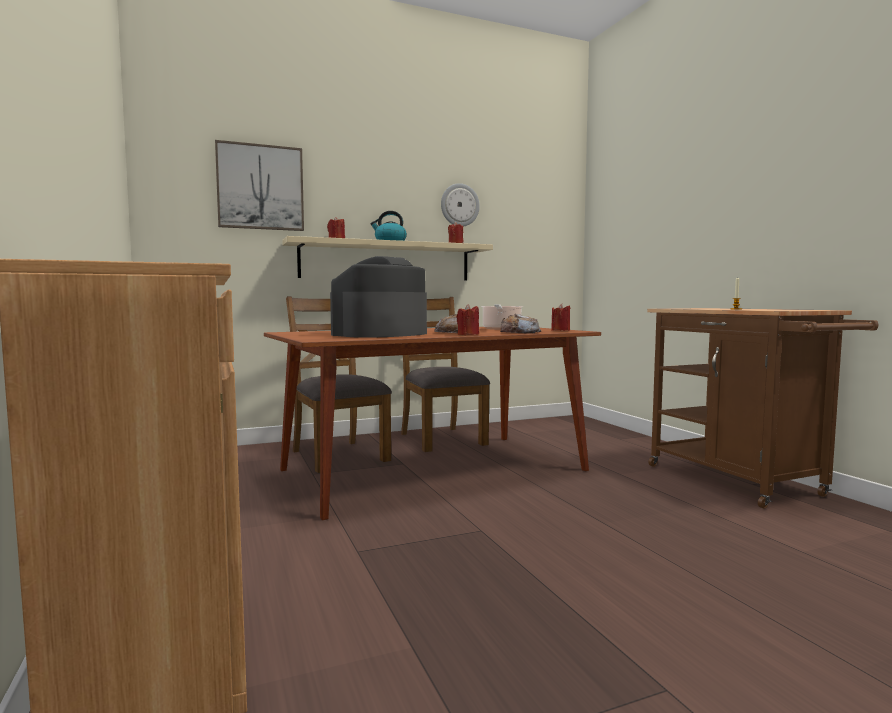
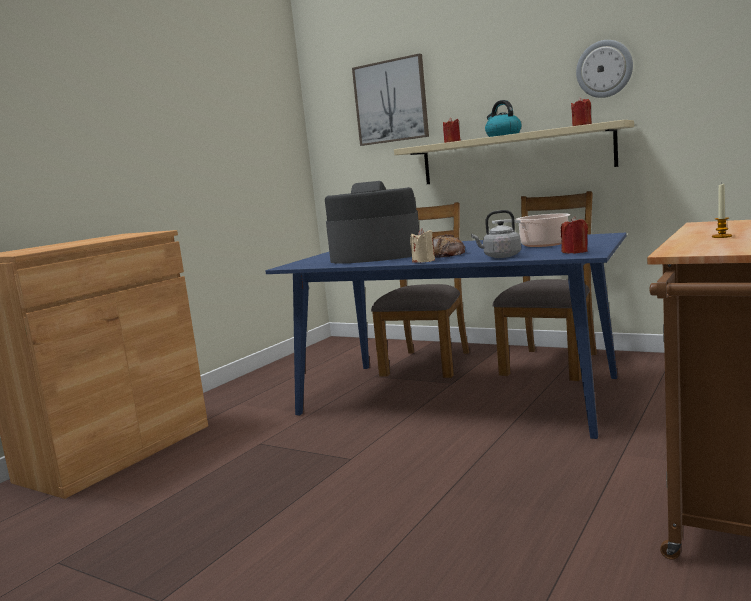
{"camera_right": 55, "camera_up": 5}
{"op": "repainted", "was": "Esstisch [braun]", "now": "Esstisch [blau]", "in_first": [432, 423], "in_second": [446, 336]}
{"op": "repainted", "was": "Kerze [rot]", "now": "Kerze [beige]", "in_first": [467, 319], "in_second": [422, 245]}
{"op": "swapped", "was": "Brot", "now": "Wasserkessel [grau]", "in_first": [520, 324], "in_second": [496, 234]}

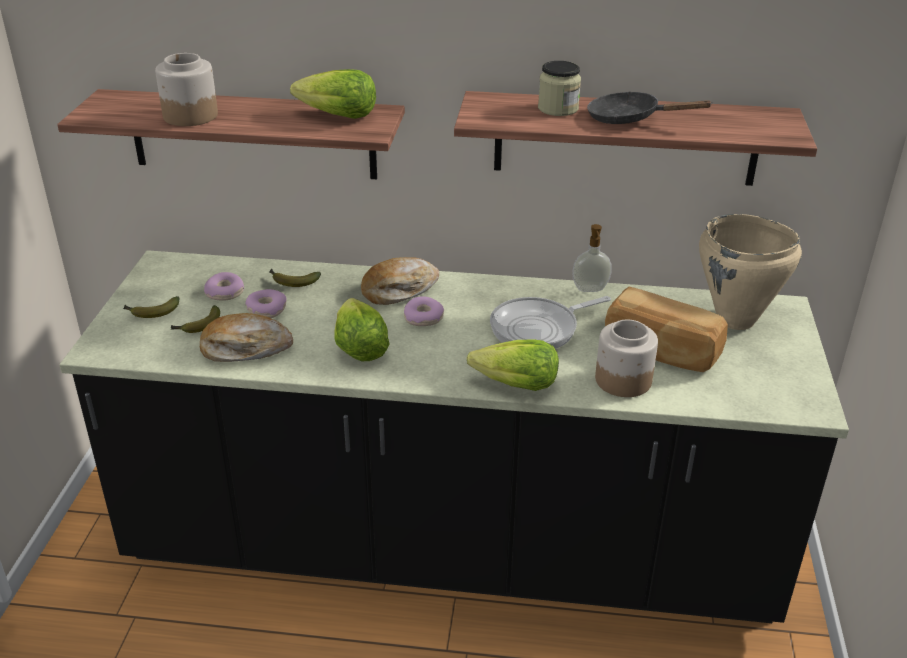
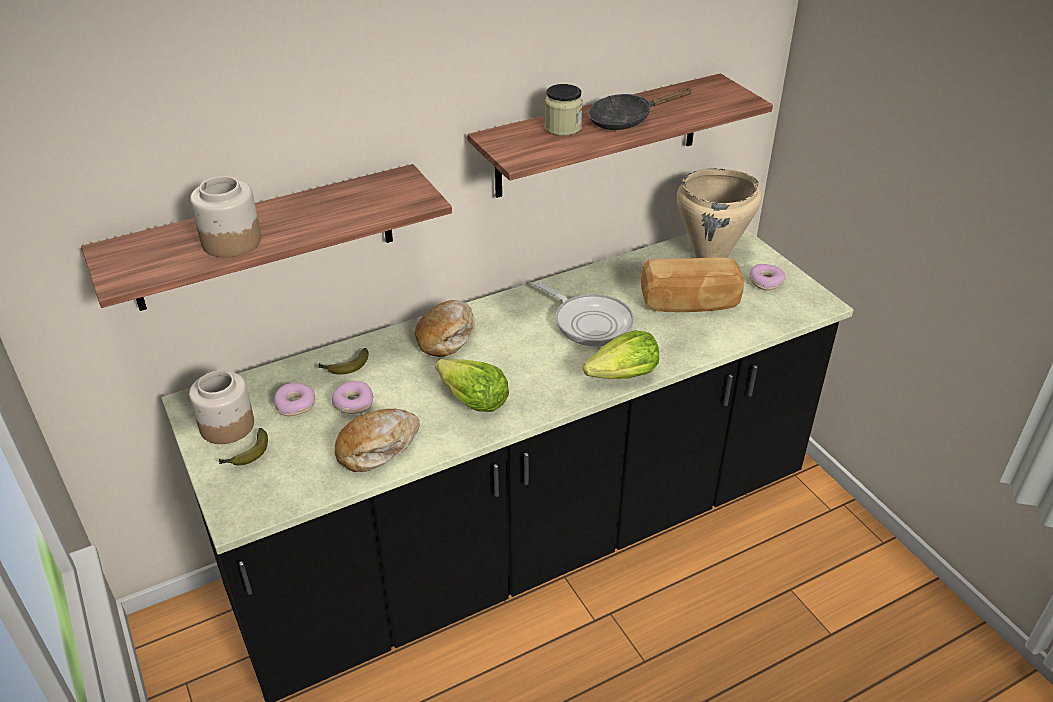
{"camera_right": -35, "camera_up": 5}
{"op": "shifted", "was": "Vorratsglas", "in_first": [626, 358], "in_second": [221, 407]}
{"op": "rotated", "was": "Pfanne", "in_first": [550, 322], "in_second": [584, 314], "clockwise": -75}
{"op": "shifted", "was": "Donut", "in_first": [424, 311], "in_second": [767, 277]}
{"op": "gone", "was": "Banane", "in_first": [195, 319]}
{"op": "gone", "was": "Salatkopf", "in_first": [333, 94]}
{"op": "gone", "was": "Seifenspender", "in_first": [592, 258]}

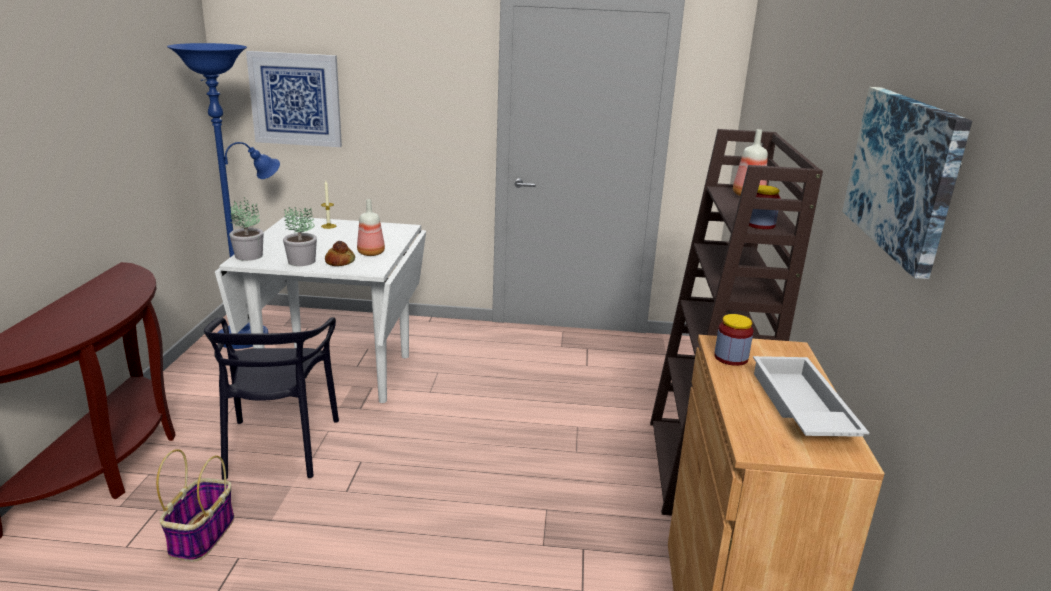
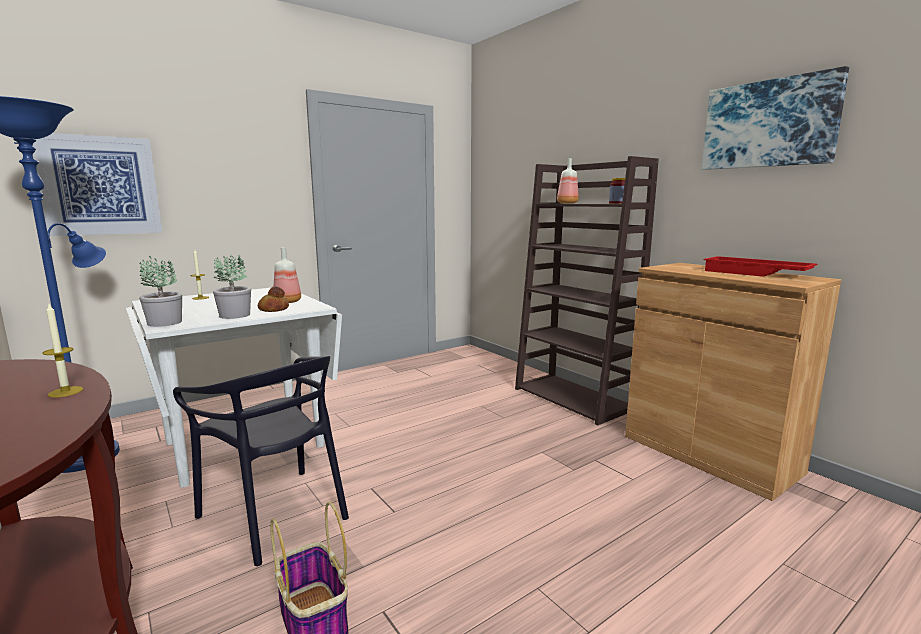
{"camera_right": -40, "camera_up": -10}
{"op": "new", "now": "Kerze", "in_second": [62, 350]}
{"op": "repainted", "was": "Tablett [weiß]", "now": "Tablett [rot]", "in_first": [811, 396], "in_second": [760, 266]}
{"op": "gone", "was": "Vorratsglas", "in_first": [734, 340]}

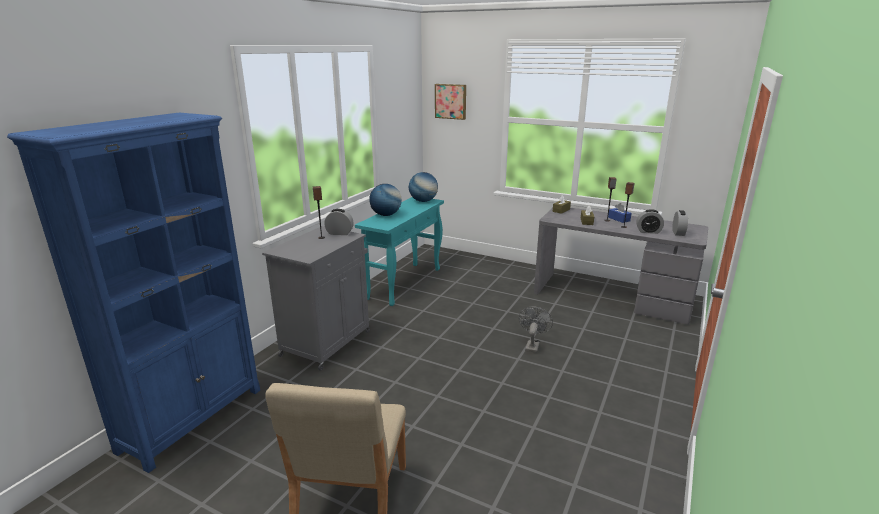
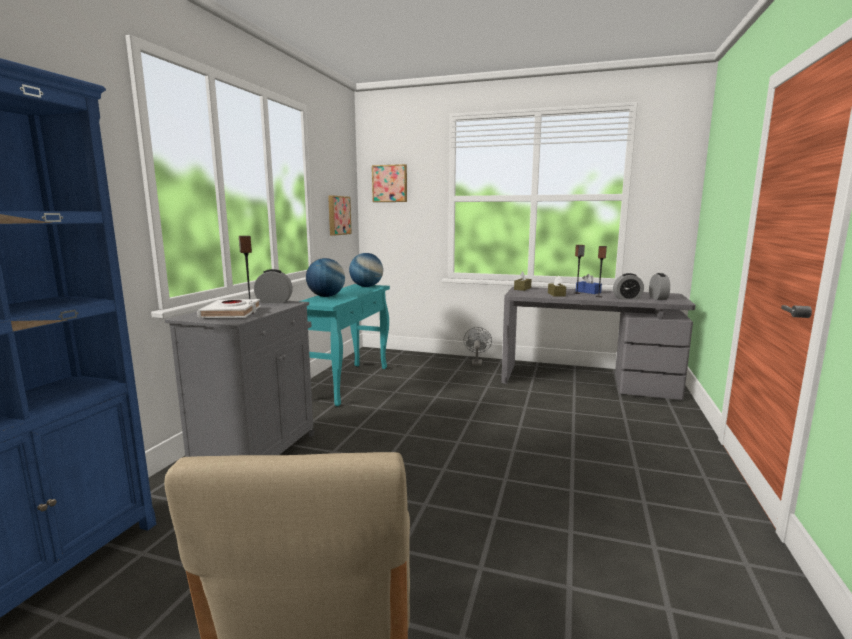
{"camera_right": -10, "camera_up": -10}
{"op": "new", "now": "Buch [weiß]", "in_second": [228, 308]}
{"op": "new", "now": "Bild", "in_second": [340, 215]}
{"op": "shifted", "was": "Ventilator [grau]", "in_first": [536, 329], "in_second": [478, 346]}

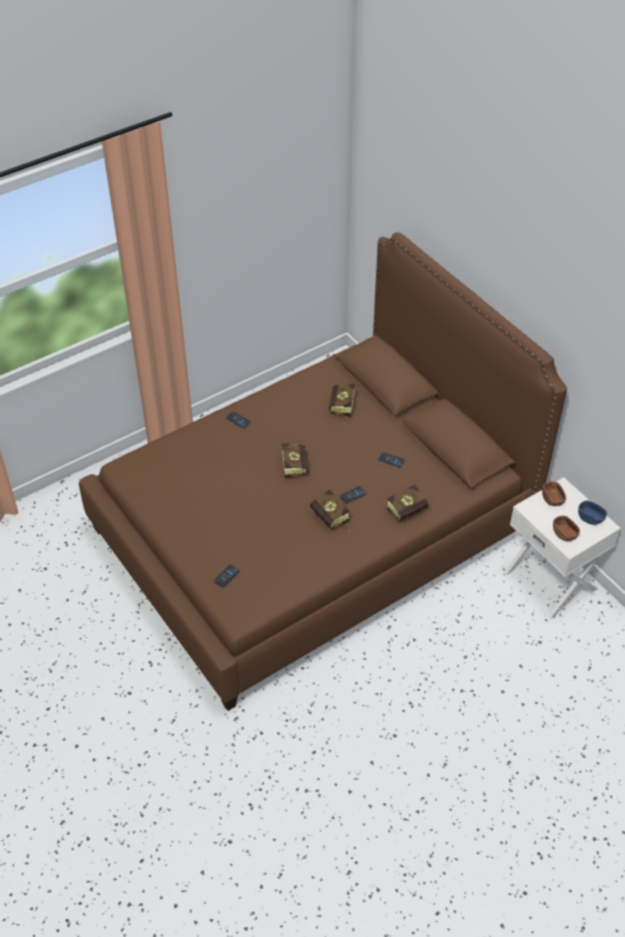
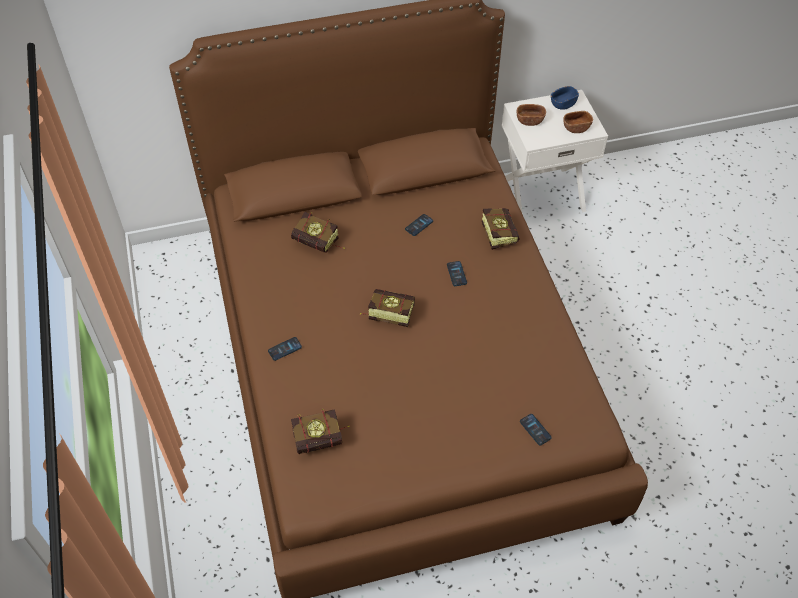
{"camera_right": -70, "camera_up": 5}
{"op": "shifted", "was": "Buch", "in_first": [330, 510], "in_second": [320, 431]}

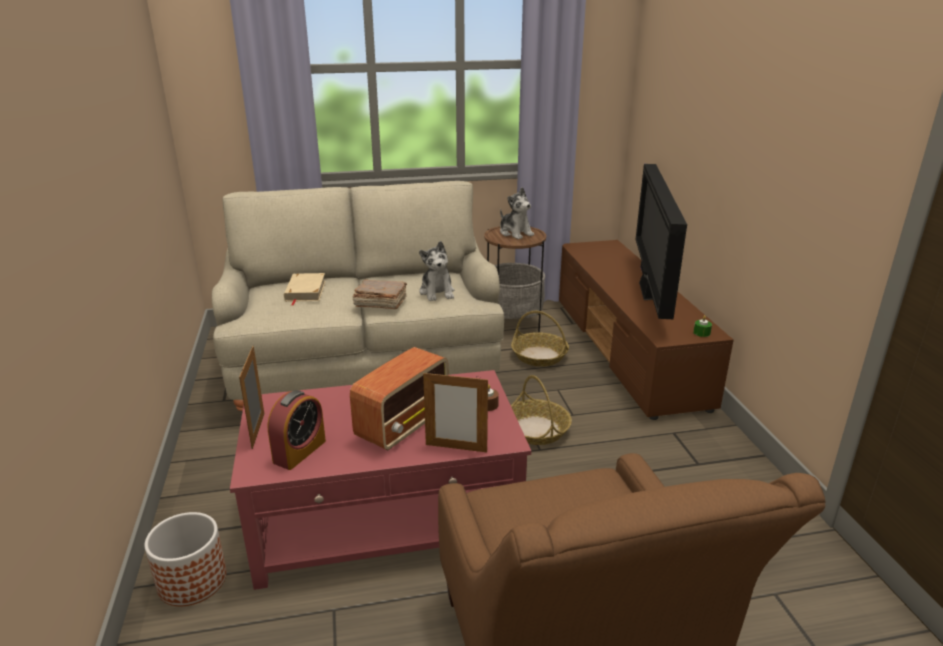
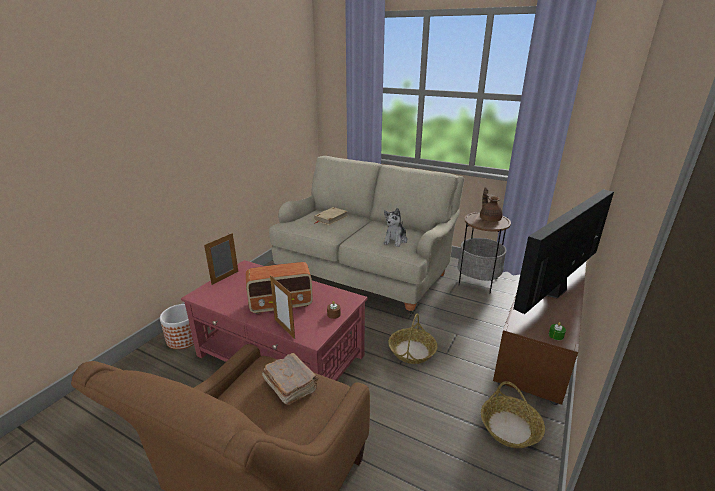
{"camera_right": 40, "camera_up": 0}
{"op": "shifted", "was": "Buch [braun]", "in_first": [379, 294], "in_second": [290, 379]}
{"op": "swapped", "was": "Plüschtier", "now": "Teekanne [braun]", "in_first": [517, 213], "in_second": [491, 204]}
{"op": "shifted", "was": "Korb", "in_first": [540, 338], "in_second": [513, 414]}
{"op": "gone", "was": "Wecker", "in_first": [297, 430]}

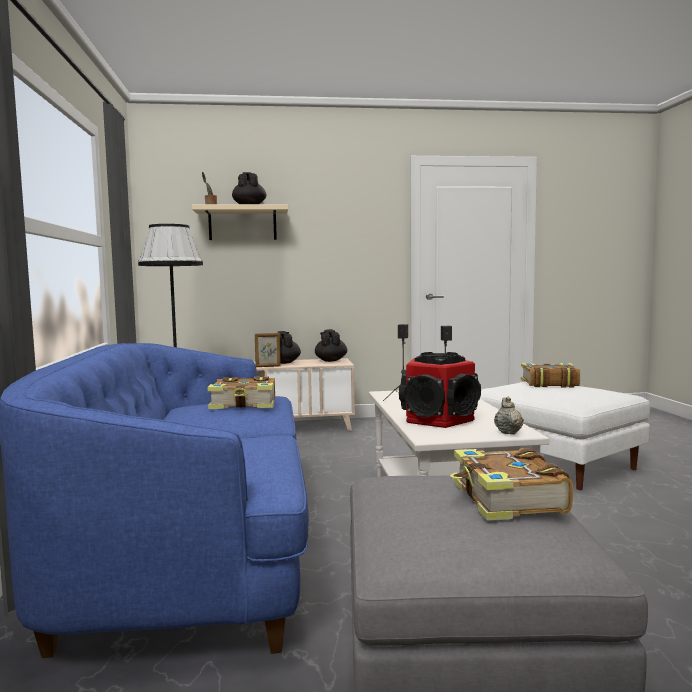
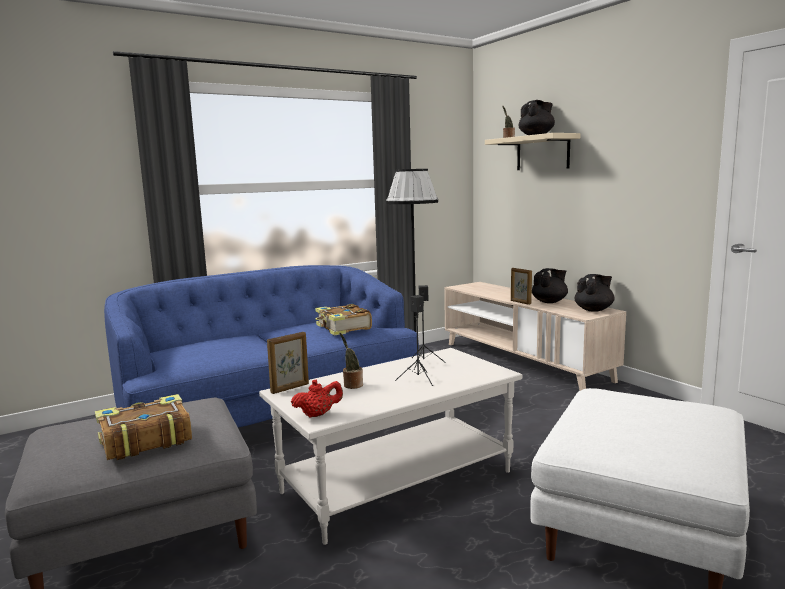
{"camera_right": 65, "camera_up": 5}
{"op": "new", "now": "Bilderrahmen", "in_second": [288, 363]}
{"op": "repainted", "was": "Teekanne [beige]", "now": "Teekanne [rot]", "in_first": [509, 415], "in_second": [317, 399]}
{"op": "swapped", "was": "Lautsprecher", "now": "Topfpflanze", "in_first": [440, 390], "in_second": [351, 360]}
{"op": "gone", "was": "Buch", "in_first": [550, 375]}

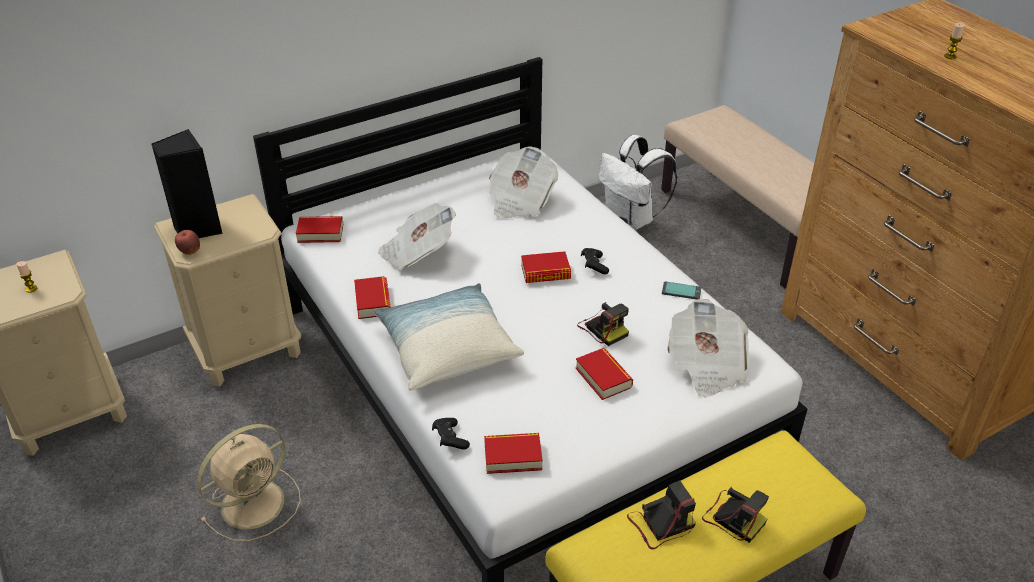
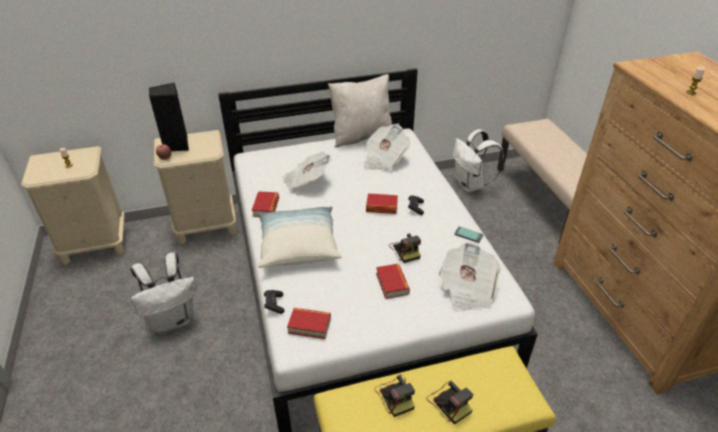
{"camera_right": 15, "camera_up": 0}
{"op": "swapped", "was": "Ventilator [beige]", "now": "Rucksack [weiß]", "in_first": [249, 482], "in_second": [163, 292]}
{"op": "new", "now": "Kissen [beige]", "in_second": [360, 111]}
{"op": "rotated", "was": "Kamera", "in_first": [661, 514], "in_second": [395, 395], "clockwise": 75}
{"op": "gone", "was": "Buch", "in_first": [319, 229]}

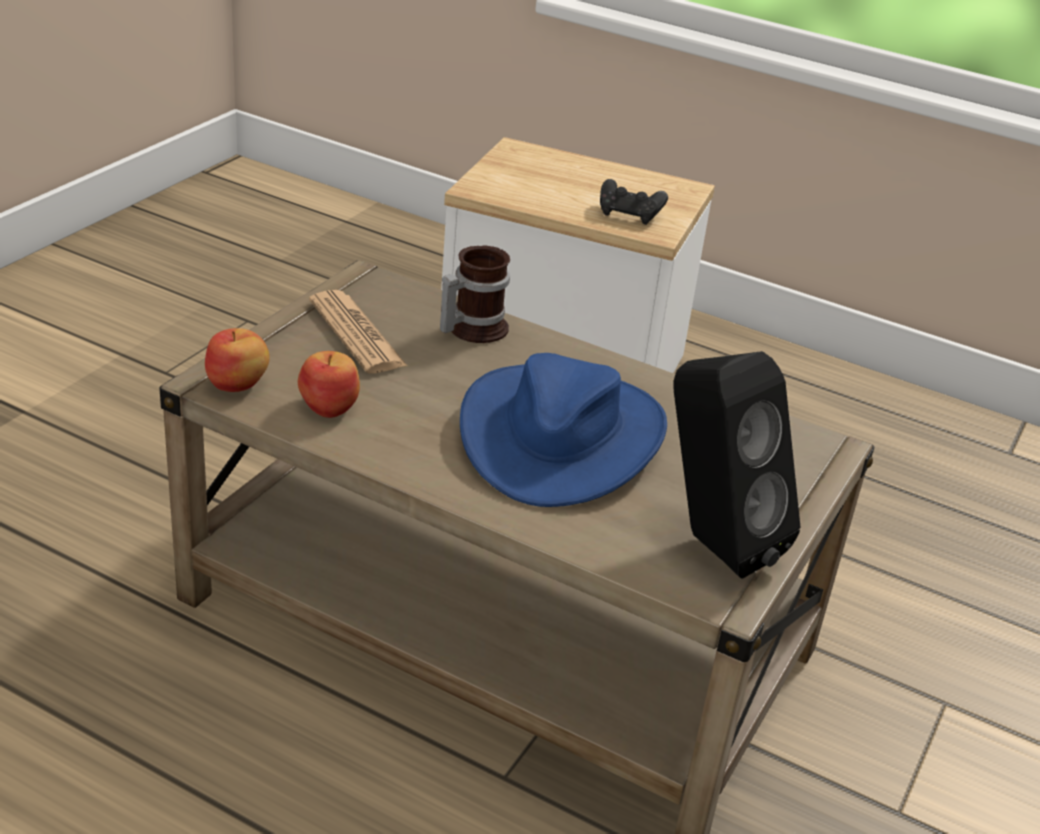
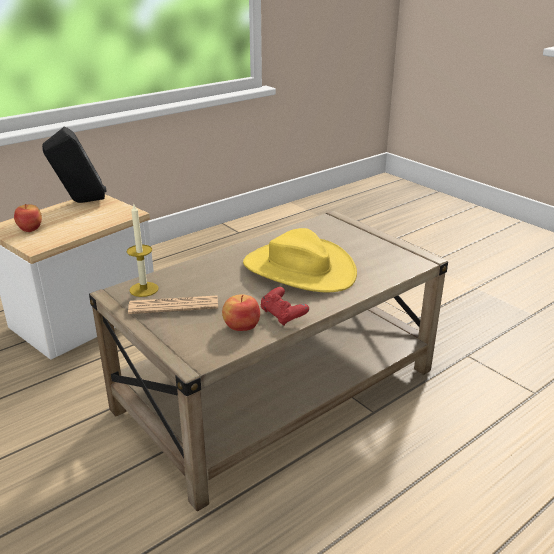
{"camera_right": -65, "camera_up": -5}
{"op": "shifted", "was": "Apfel", "in_first": [237, 360], "in_second": [28, 218]}
{"op": "shifted", "was": "Lautsprecher [schwarz]", "in_first": [736, 465], "in_second": [74, 165]}
{"op": "new", "now": "Kerze", "in_second": [143, 250]}
{"op": "repainted", "was": "Hut [blau]", "now": "Hut [gelb]", "in_first": [563, 430], "in_second": [300, 260]}
{"op": "new", "now": "Gamepad [rot]", "in_second": [285, 306]}
{"op": "gone", "was": "Henkelbecher", "in_first": [475, 294]}
{"op": "gone", "was": "Gamepad [schwarz]", "in_first": [634, 202]}

